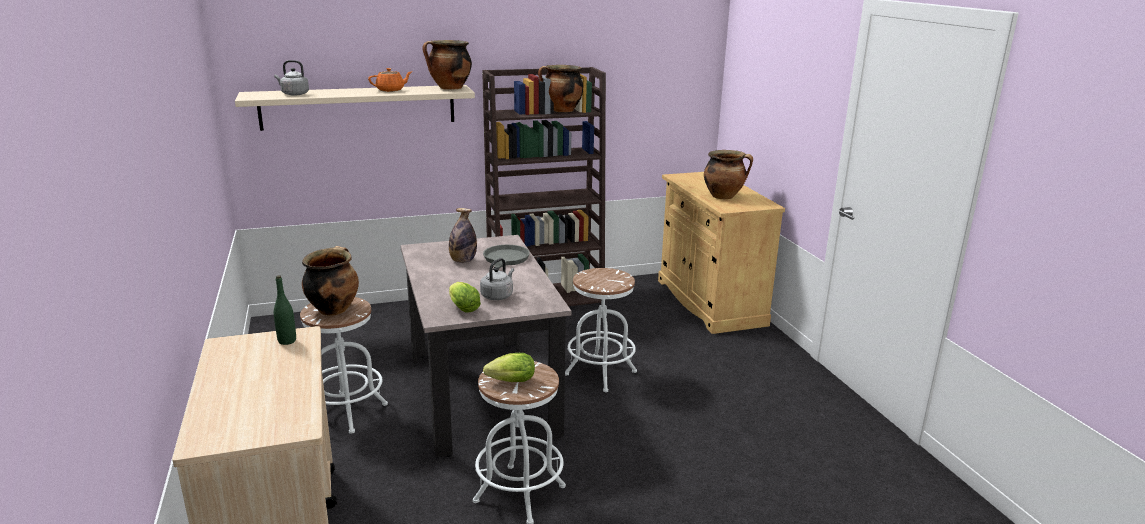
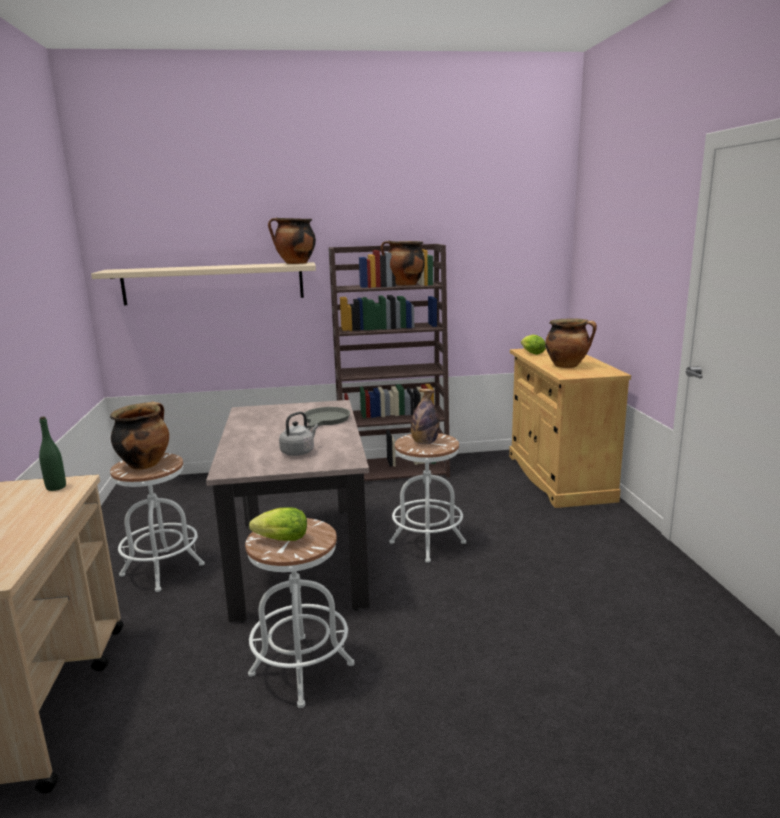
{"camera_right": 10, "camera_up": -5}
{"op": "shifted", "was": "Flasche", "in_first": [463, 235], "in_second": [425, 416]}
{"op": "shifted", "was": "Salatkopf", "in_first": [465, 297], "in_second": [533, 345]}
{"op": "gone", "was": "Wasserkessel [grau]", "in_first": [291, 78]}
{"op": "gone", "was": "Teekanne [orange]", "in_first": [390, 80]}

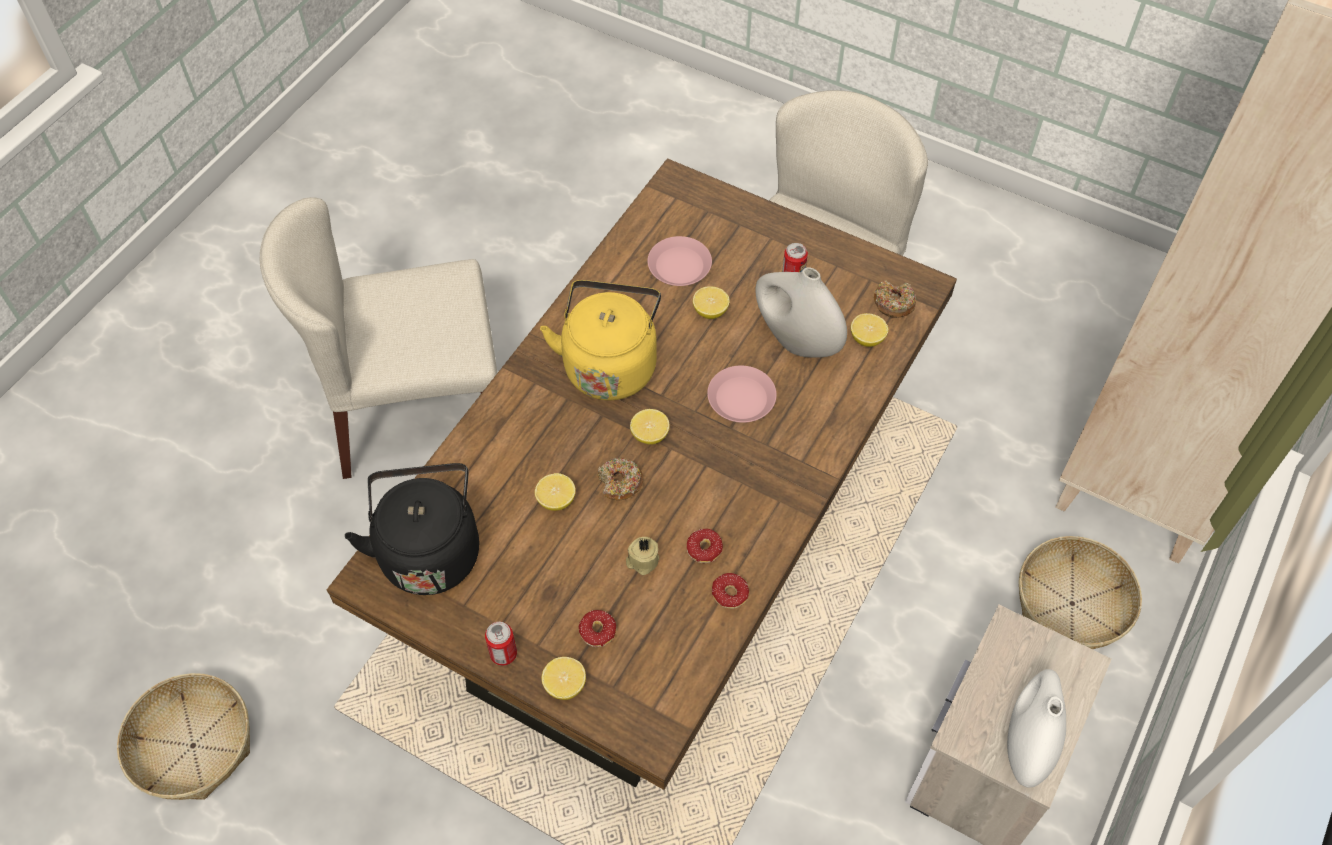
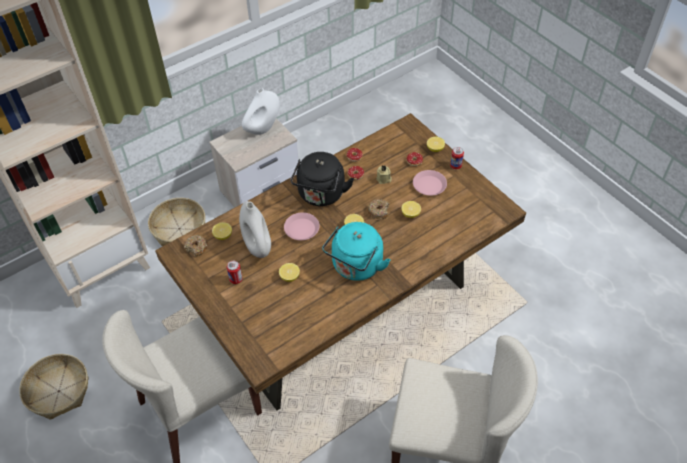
{"camera_right": -155, "camera_up": -5}
{"op": "shifted", "was": "Korb", "in_first": [183, 736], "in_second": [54, 387]}
{"op": "shifted", "was": "Wasserkessel [schwarz]", "in_first": [412, 529], "in_second": [322, 179]}
{"op": "repainted", "was": "Wasserkessel [gelb]", "now": "Wasserkessel [türkis]", "in_first": [600, 340], "in_second": [356, 251]}
{"op": "shifted", "was": "Teller [rosa]", "in_first": [680, 261], "in_second": [430, 183]}

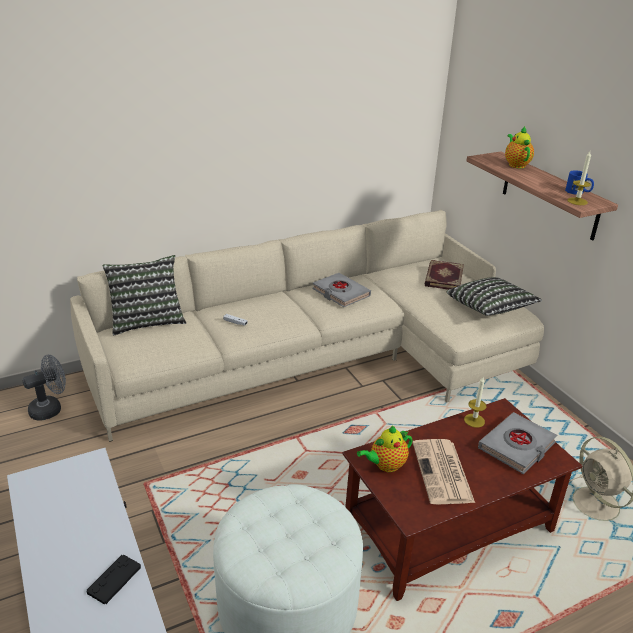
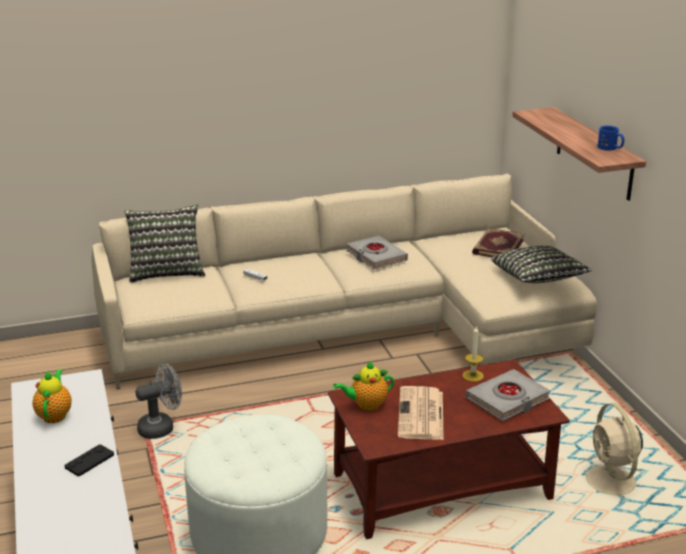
{"camera_right": 10, "camera_up": -5}
{"op": "shifted", "was": "Teekanne", "in_first": [519, 147], "in_second": [52, 396]}
{"op": "shifted", "was": "Ventilator [grau]", "in_first": [44, 387], "in_second": [158, 401]}
{"op": "gone", "was": "Kerze", "in_first": [579, 178]}

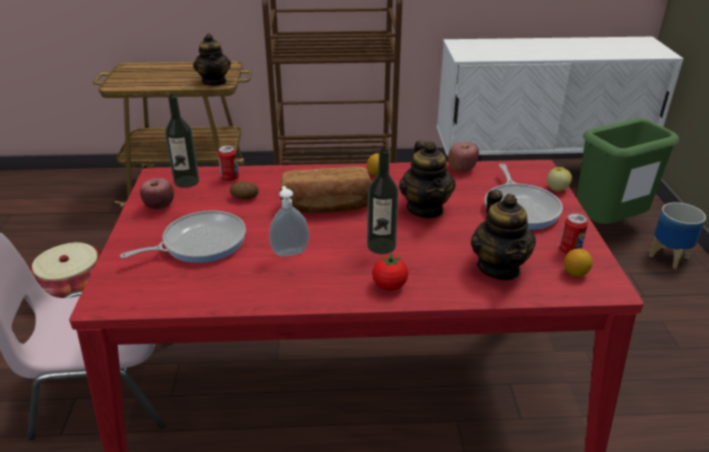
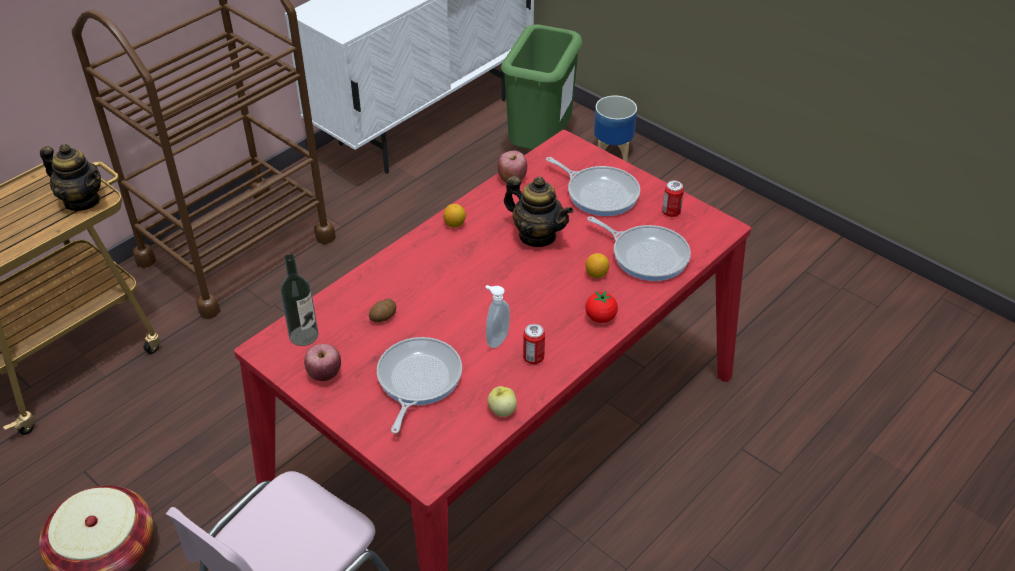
{"camera_right": -45, "camera_up": 10}
{"op": "shifted", "was": "Apfel", "in_first": [559, 179], "in_second": [502, 401]}
{"op": "shifted", "was": "Dose", "in_first": [228, 164], "in_second": [534, 344]}
{"op": "shifted", "was": "Zitrone", "in_first": [578, 263], "in_second": [597, 265]}
{"op": "swapped", "was": "Teekanne", "now": "Pfanne", "in_first": [503, 235], "in_second": [639, 248]}
{"op": "gone", "was": "Brot", "in_first": [326, 189]}
{"op": "gone", "was": "Flasche", "in_first": [382, 201]}

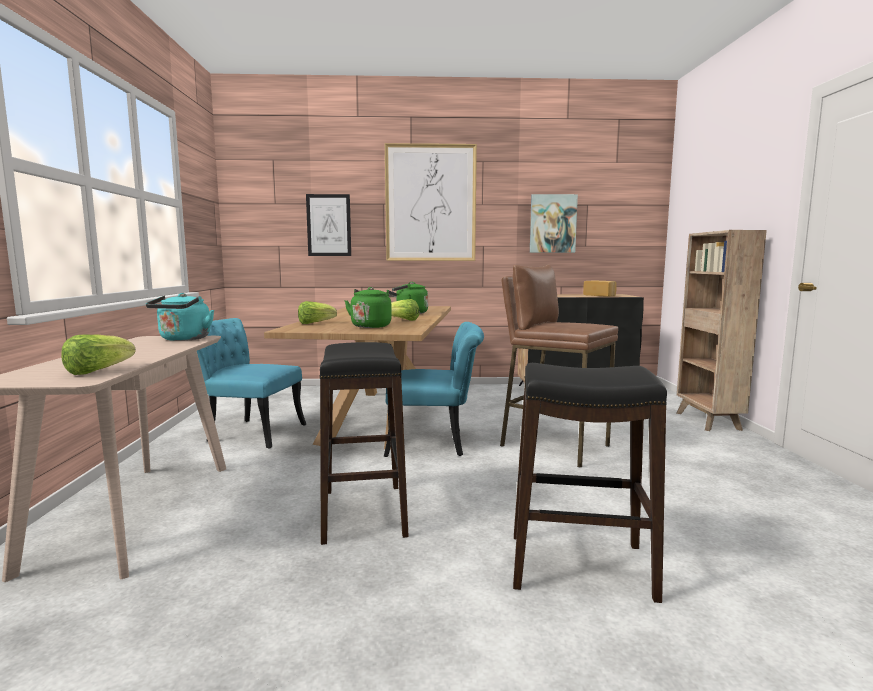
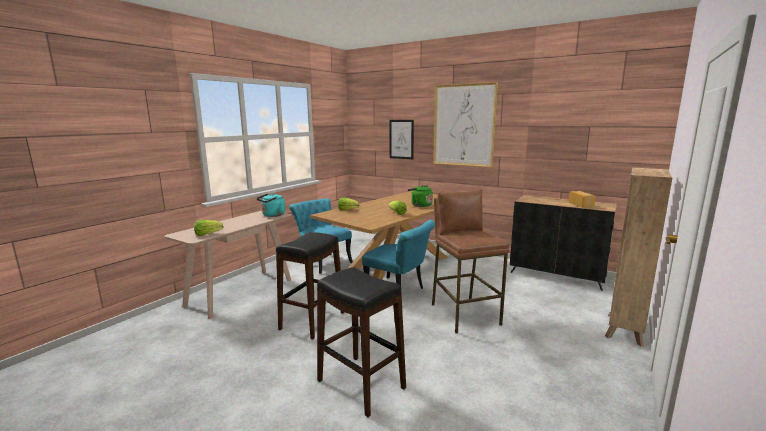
{"camera_right": 35, "camera_up": 5}
{"op": "gone", "was": "Wasserkessel [grün]", "in_first": [371, 307]}
{"op": "gone", "was": "Bild", "in_first": [554, 223]}

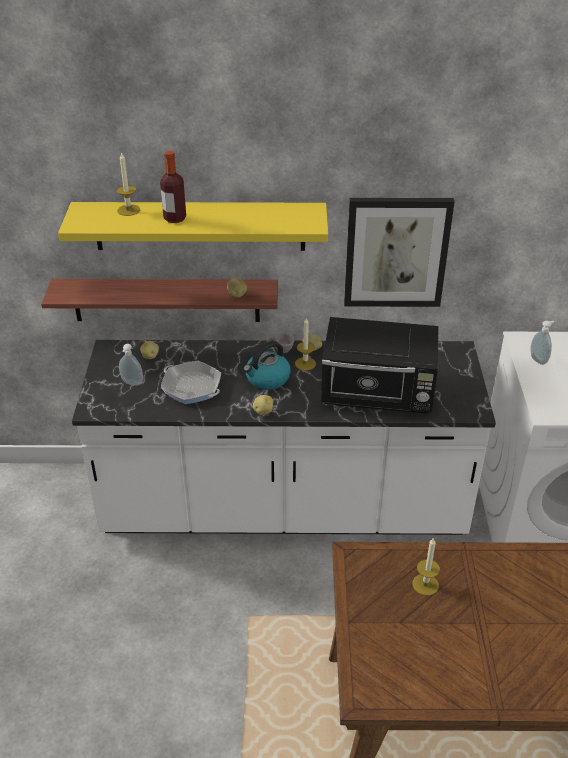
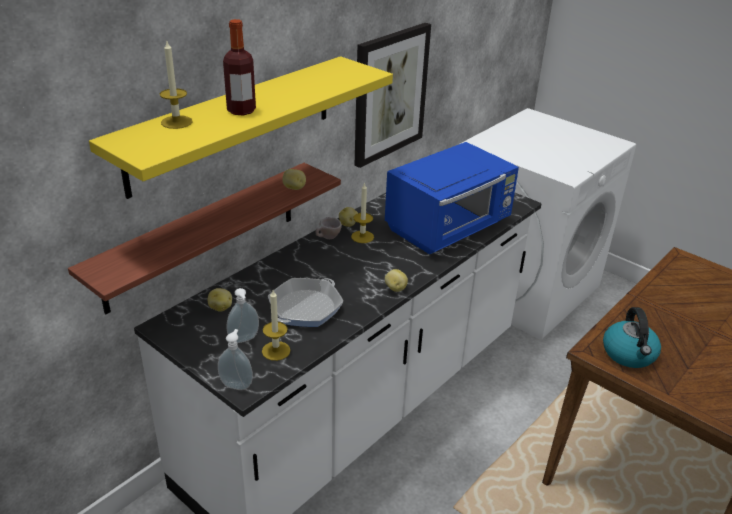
{"camera_right": -50, "camera_up": -5}
{"op": "shifted", "was": "Seifenspender", "in_first": [542, 343], "in_second": [235, 359]}
{"op": "shifted", "was": "Kerze", "in_first": [426, 566], "in_second": [276, 325]}
{"op": "rotated", "was": "Pfanne", "in_first": [191, 382], "in_second": [306, 302], "clockwise": 135}
{"op": "repainted", "was": "Mikrowelle [schwarz]", "now": "Mikrowelle [blau]", "in_first": [380, 365], "in_second": [452, 198]}
{"op": "shifted", "was": "Wasserkessel", "in_first": [267, 365], "in_second": [632, 337]}

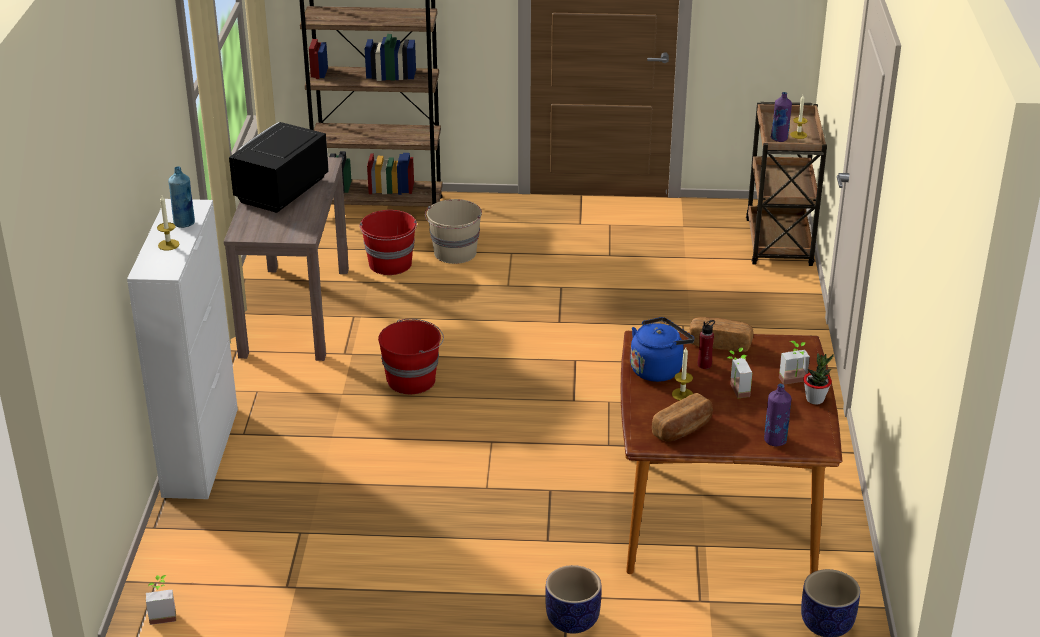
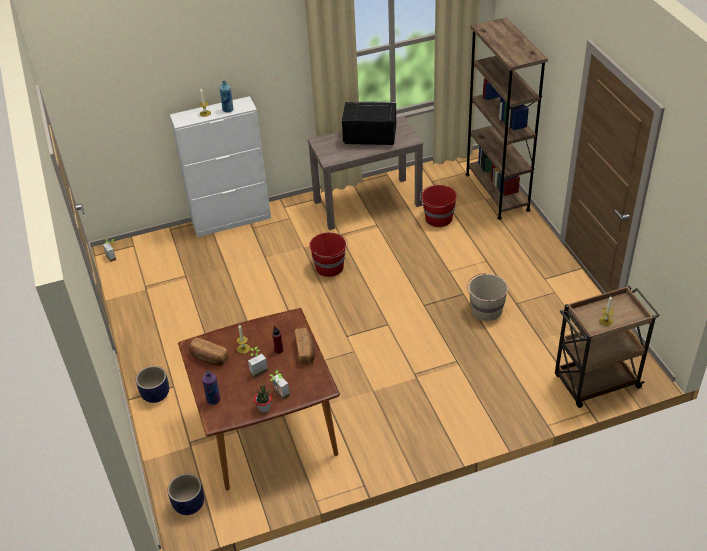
{"camera_right": 70, "camera_up": 10}
{"op": "shifted", "was": "Eimer [beige]", "in_first": [453, 231], "in_second": [487, 297]}
{"op": "gone", "was": "Wasserkessel [blau]", "in_first": [662, 349]}
{"op": "gone", "was": "Flasche [lila]", "in_first": [781, 117]}

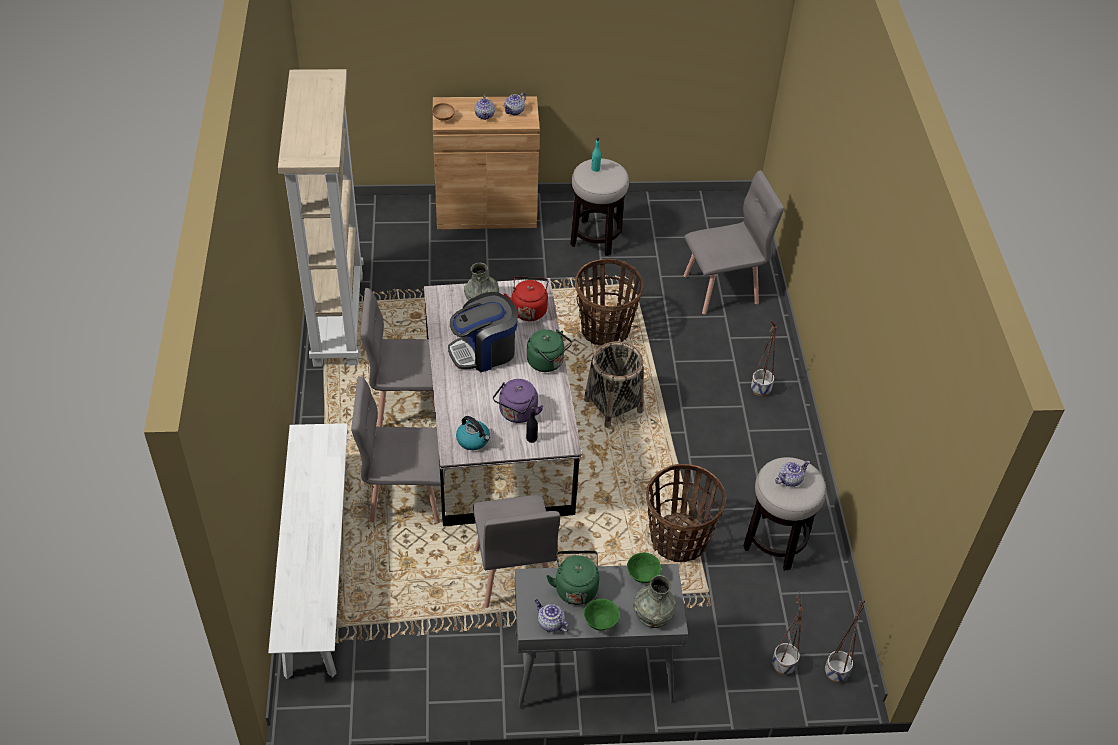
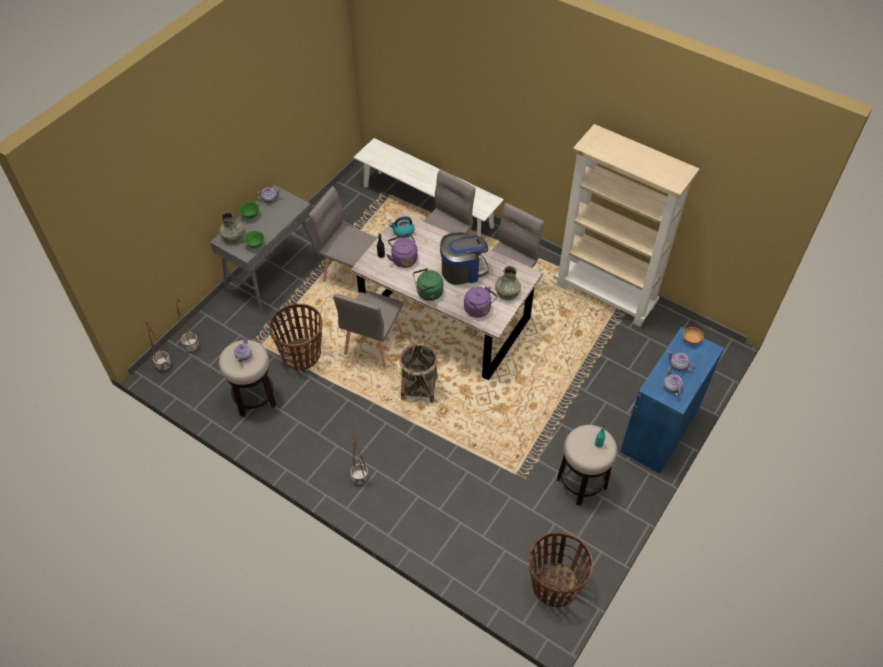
{"camera_right": 130, "camera_up": 5}
{"op": "shifted", "was": "Stuhl [grau]", "in_first": [733, 242], "in_second": [368, 329]}
{"op": "rotated", "was": "Kaffeemaschine", "in_first": [483, 332], "in_second": [464, 259], "clockwise": 60}
{"op": "repainted", "was": "Wasserkessel [rot]", "now": "Wasserkessel [lila]", "in_first": [526, 298], "in_second": [480, 302]}
{"op": "shifted", "was": "Korb", "in_first": [609, 302], "in_second": [561, 570]}
{"op": "repainted", "was": "Schrank [braun]", "now": "Schrank [blau]", "in_first": [486, 163], "in_second": [672, 400]}
{"op": "gone", "was": "Wasserkessel [grün]", "in_first": [572, 578]}

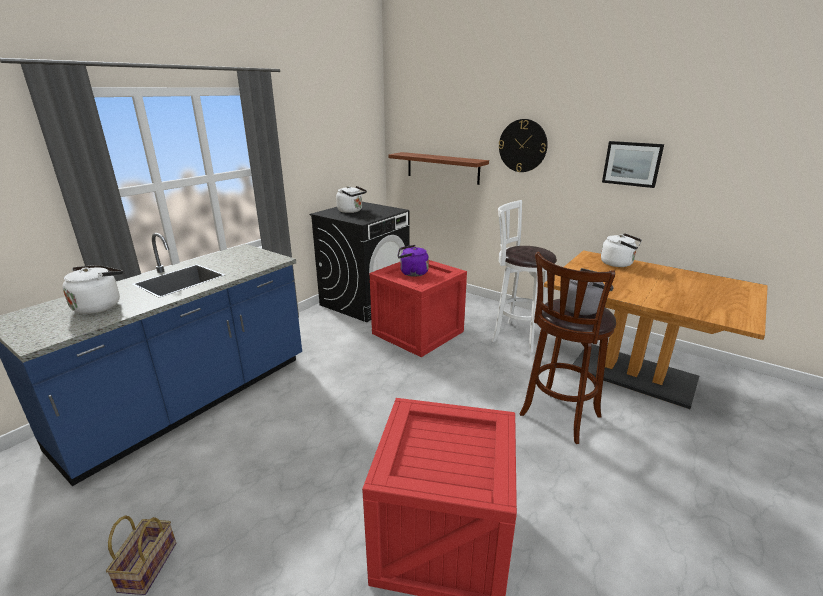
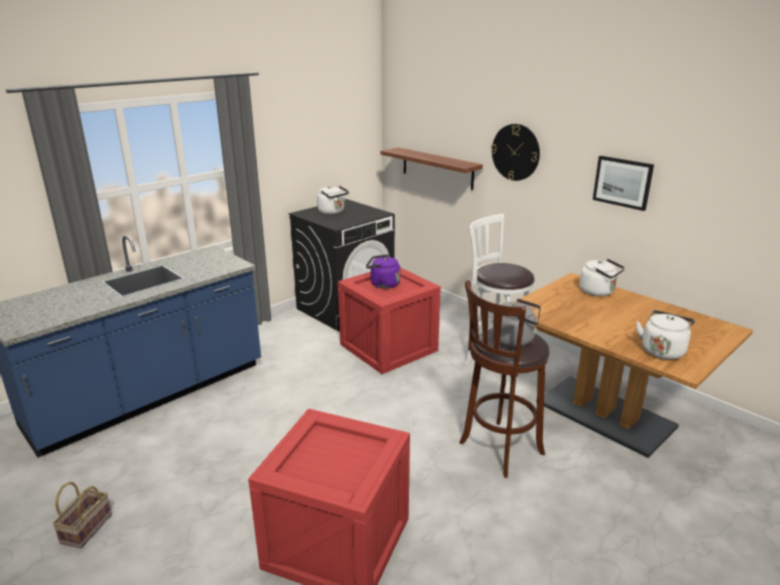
{"camera_right": 10, "camera_up": 0}
{"op": "shifted", "was": "Wasserkessel [weiß]", "in_first": [92, 289], "in_second": [665, 335]}

